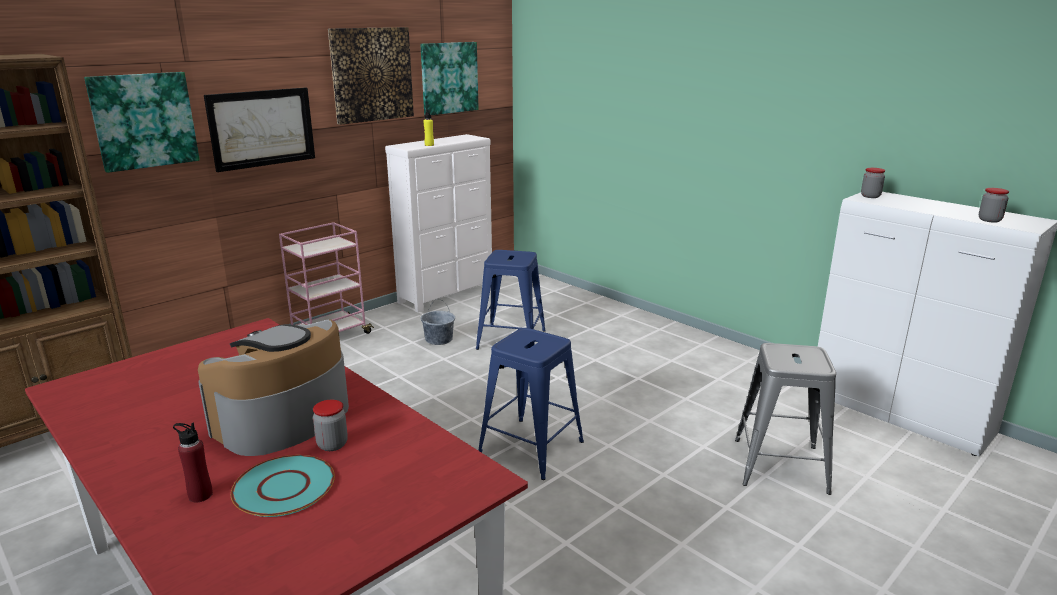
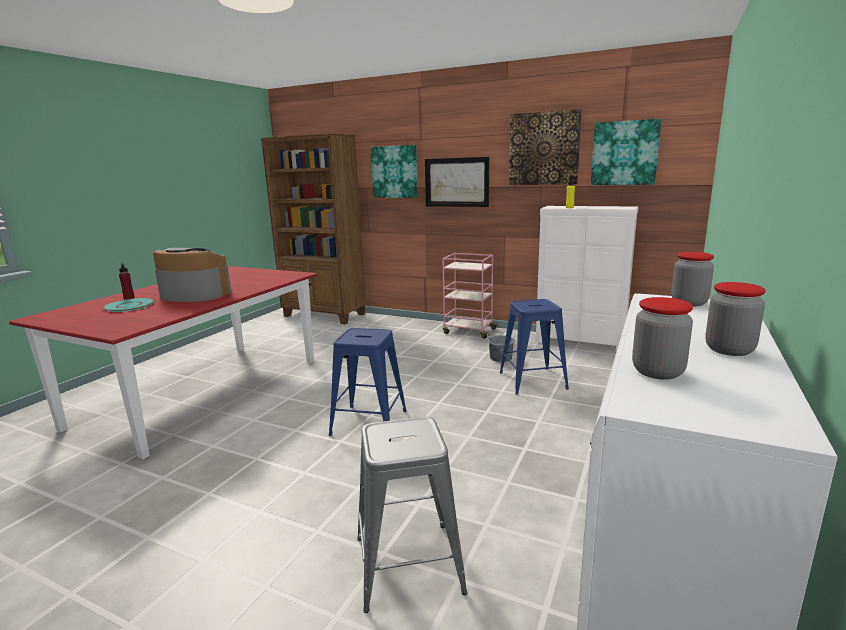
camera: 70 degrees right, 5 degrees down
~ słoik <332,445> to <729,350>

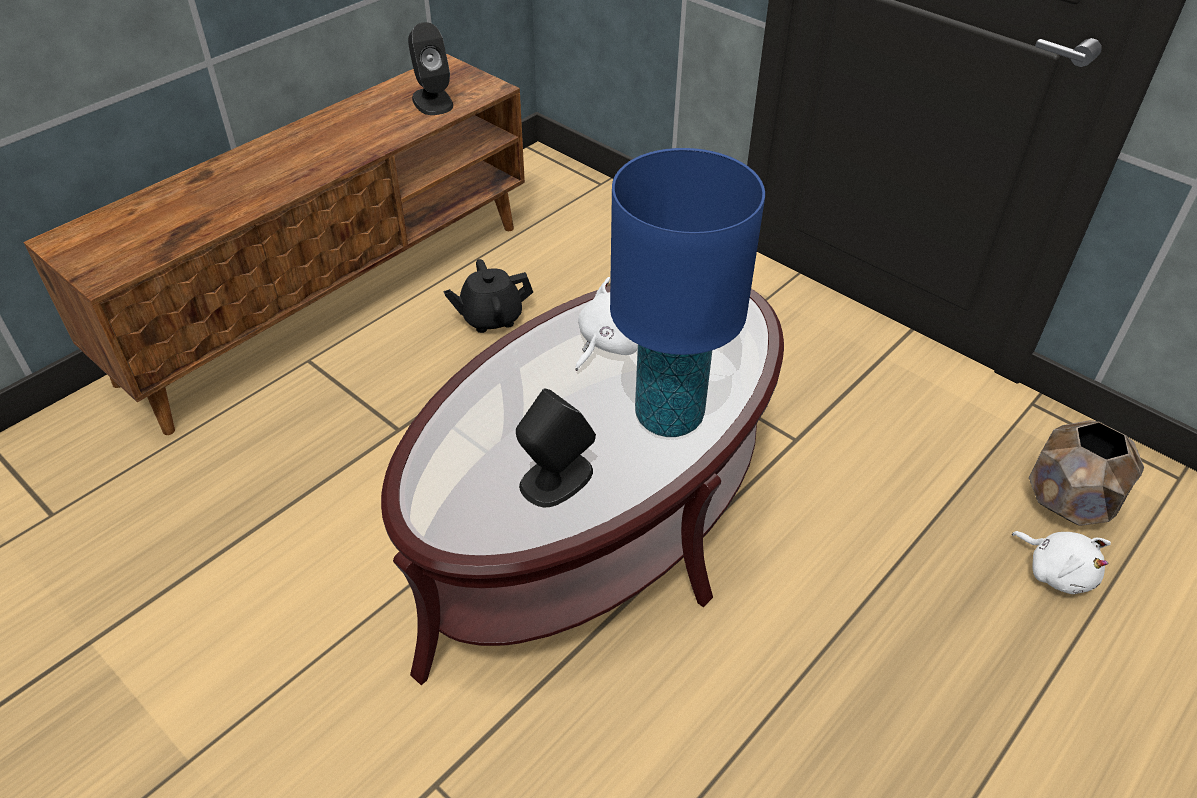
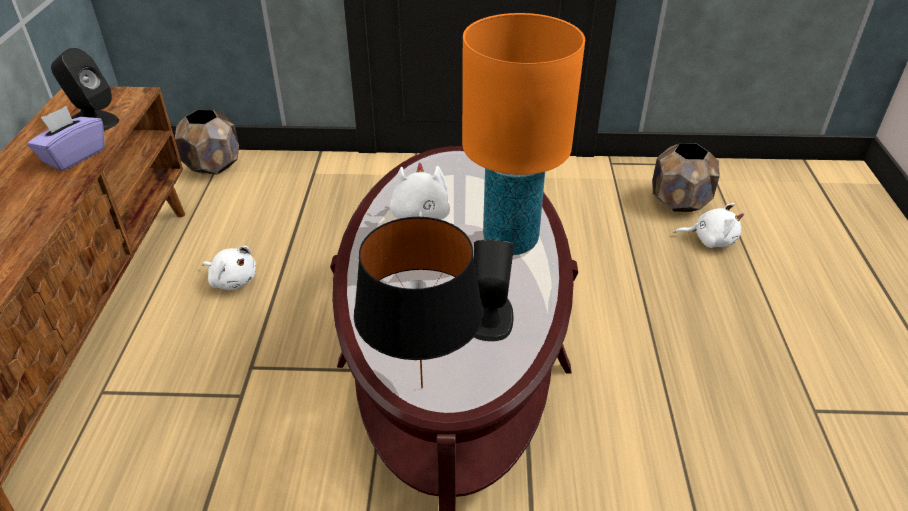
camera: 40 degrees left, 5 degrees down
+ pudełko chusteczek/fioletowy <74,156>
+ donica/brązowy <214,166>
+ lampa stołowa/czarny <420,388>
~ imbryk/czarny <491,318> to pluszak/biały <232,280>
~ lampa stołowa/niebieski <668,416> to lampa stołowa/pomarańczowy <510,241>

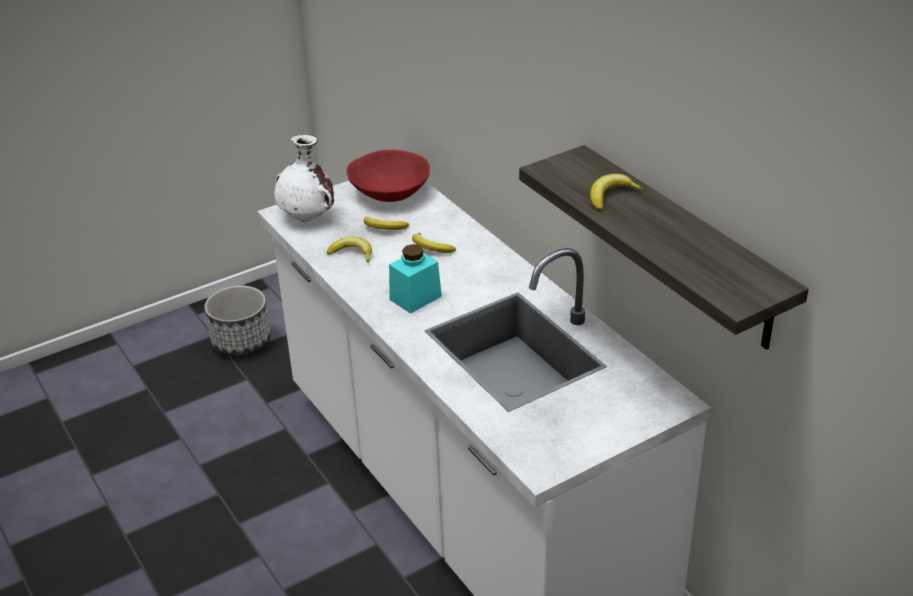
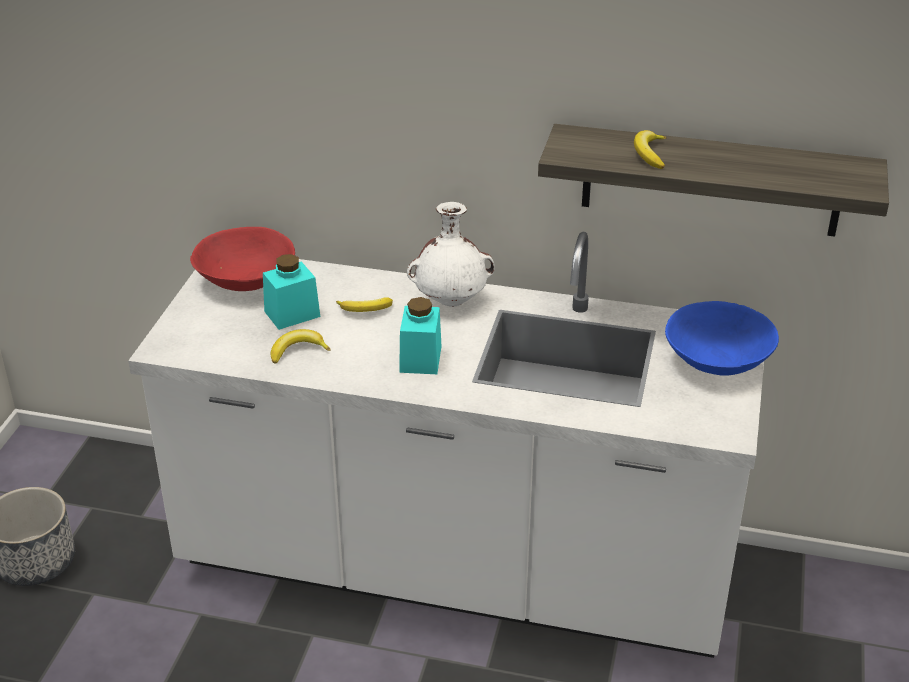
camera: 45 degrees left, 0 degrees up
+ miska/niebieski <717,361>
~ wazon/biały <308,218> to <452,301>
~ banan <384,228> to słoik/turkusowy <292,314>

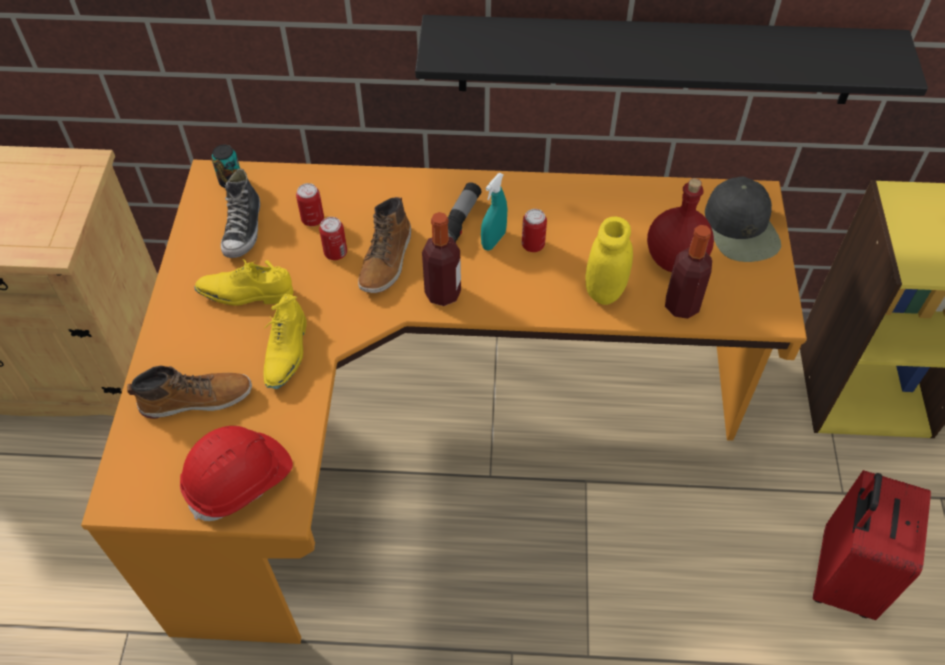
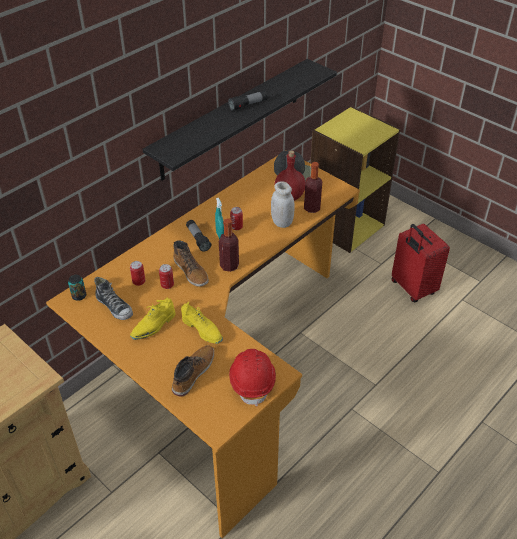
camera: 50 degrees left, 10 degrees down
+ latarka <248,105>
~ słoik/żółty <604,291> to słoik/biały <282,222>

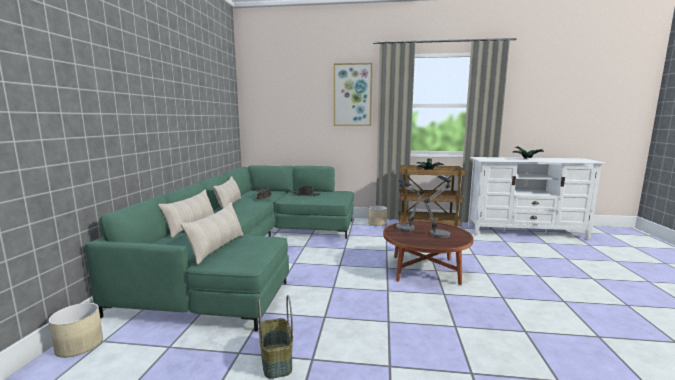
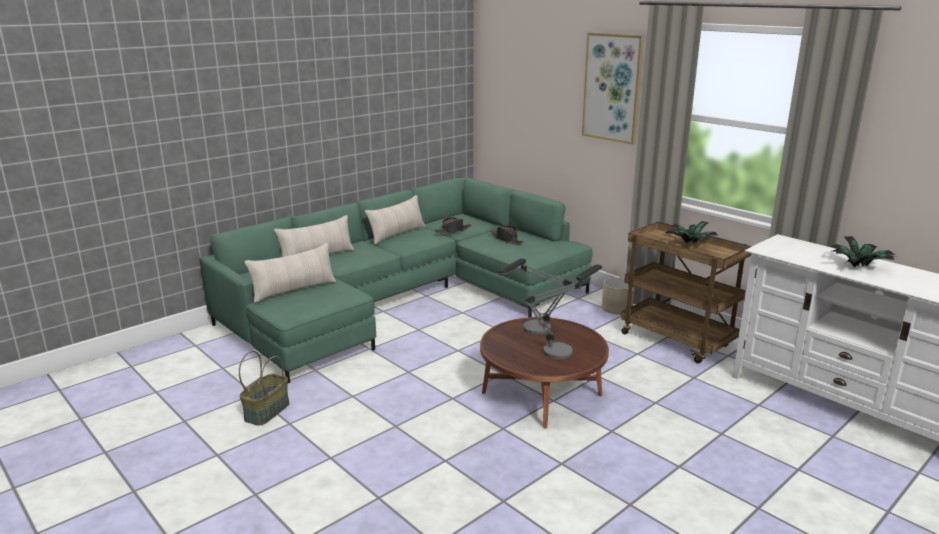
camera: 40 degrees right, 10 degrees up
- donica/beżowy <79,344>

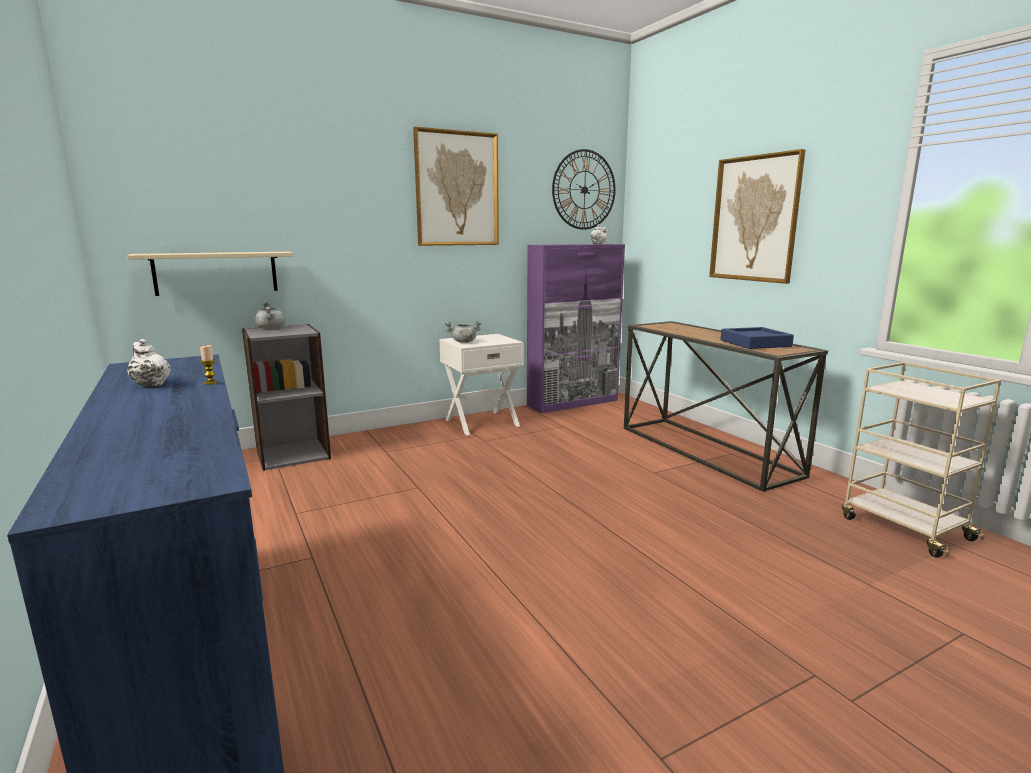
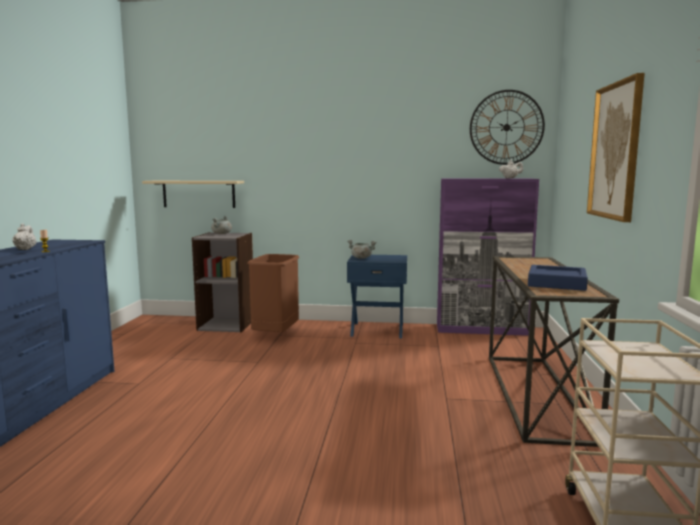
camera: 35 degrees right, 5 degrees down
- obraz <457,189>
+ kosz na śmieci/brązowy <275,335>
~ szafka nocna/biały <481,422> to szafka nocna/niebieski <377,330>

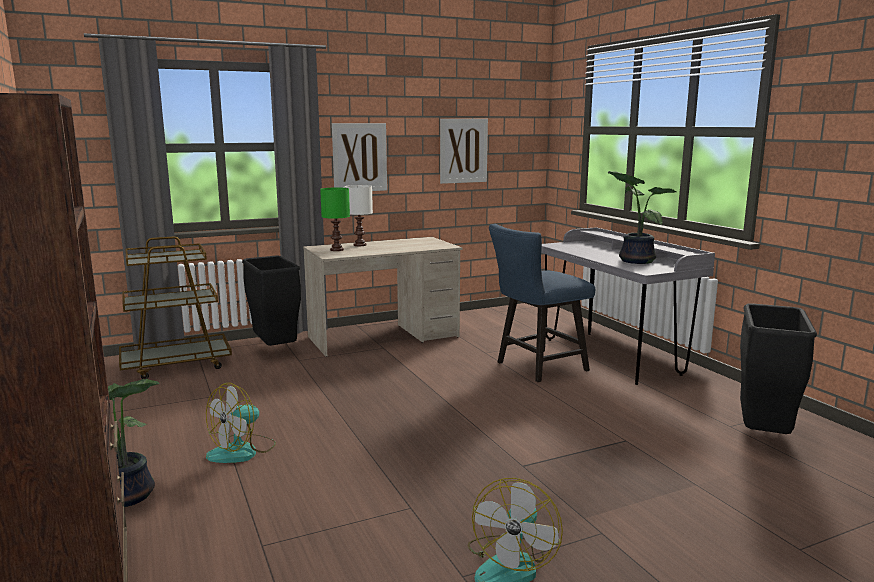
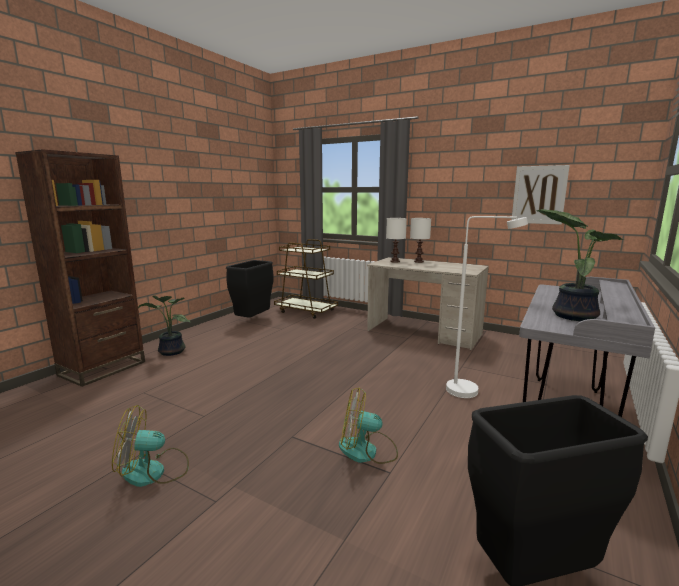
camera: 55 degrees right, 0 degrees up
- obraz <359,157>
~ wentylator <242,451> to <367,451>
~ kosz na śmieci/czarny <274,350> to <252,321>
~ krzesło/niebieski <536,367> to lampa stojąca/biały <471,391>
~ lampa stołowa/zielony <337,250> to lampa stołowa/biały <394,261>

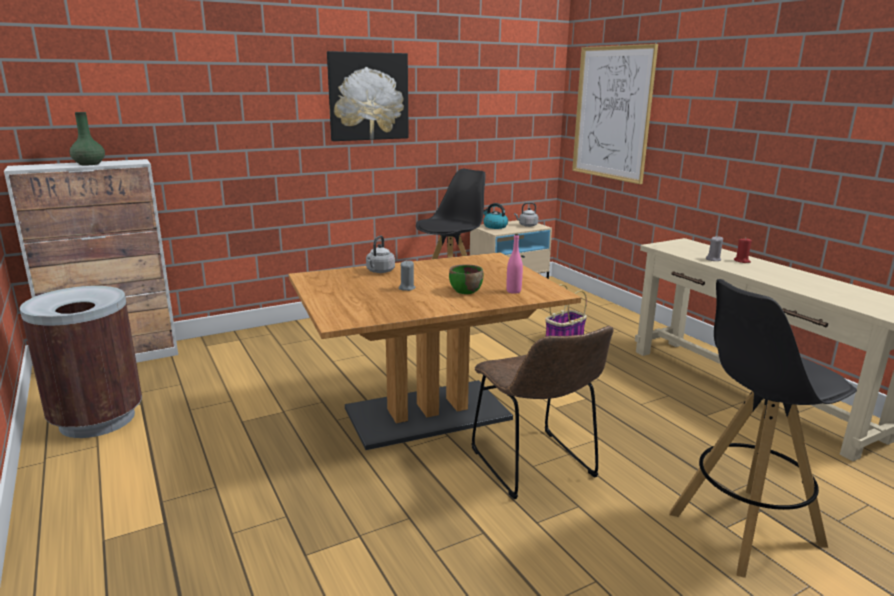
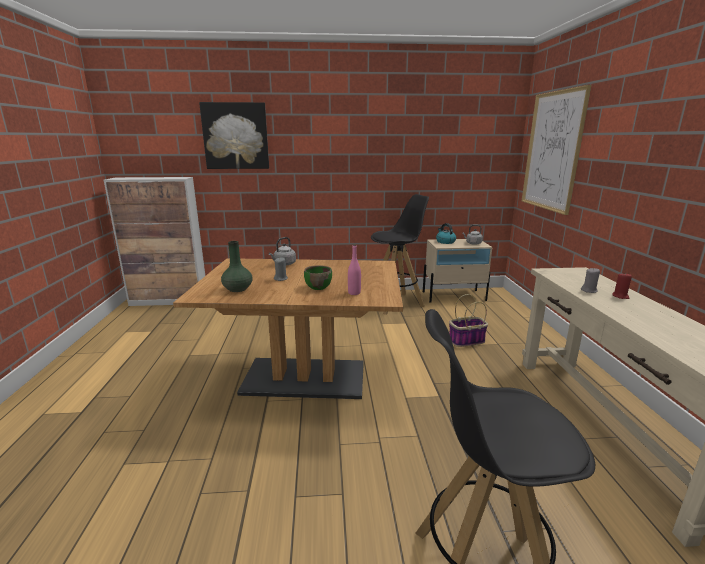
camera: 25 degrees right, 0 degrees up
- kosz na śmieci/brązowy <97,419>
- krzesło/brązowy <535,467>
~ wazon/zielony <89,164> to <237,289>
~ obraz <368,96> to <235,136>

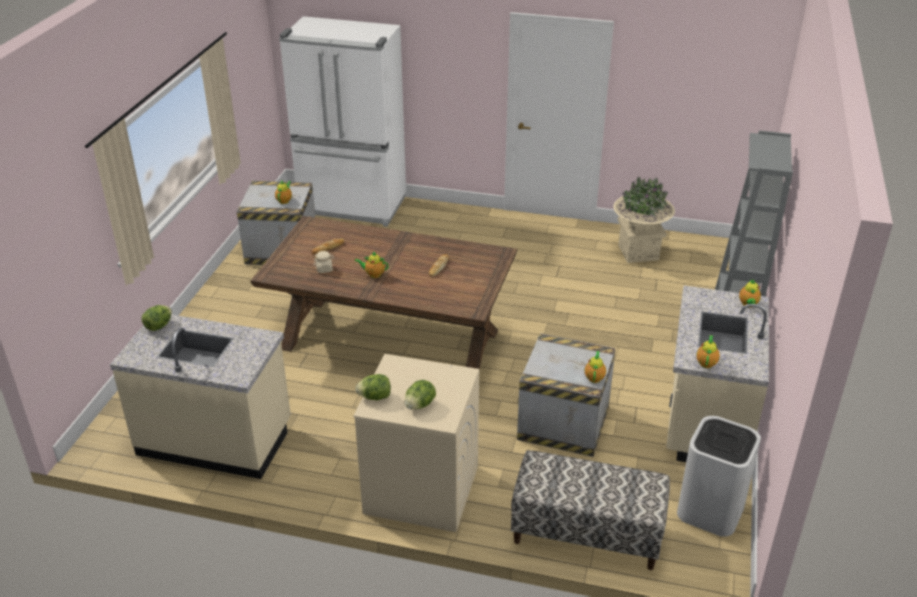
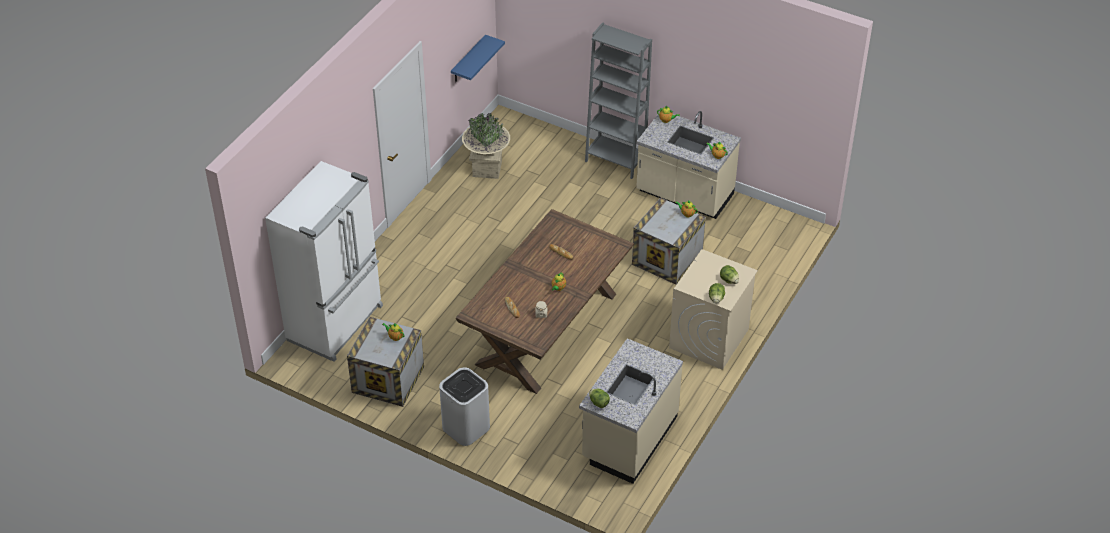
camera: 75 degrees left, 10 degrees up
- ławka <586,534>
+ półka/niebieski <468,60>
~ kosz na śmieci/biały <710,510> to <465,427>

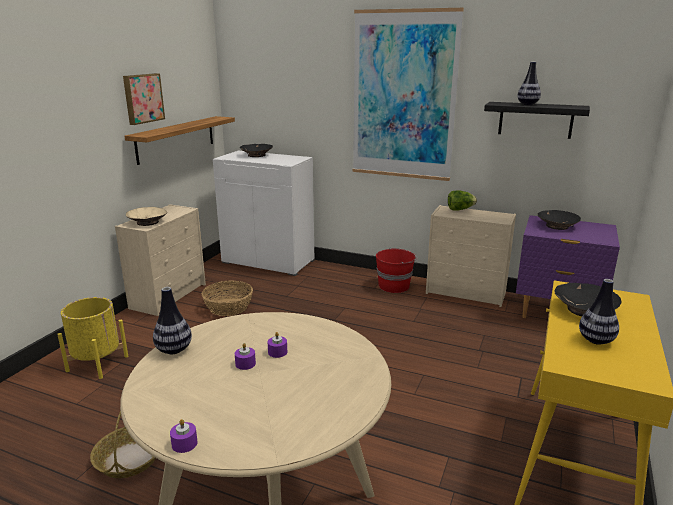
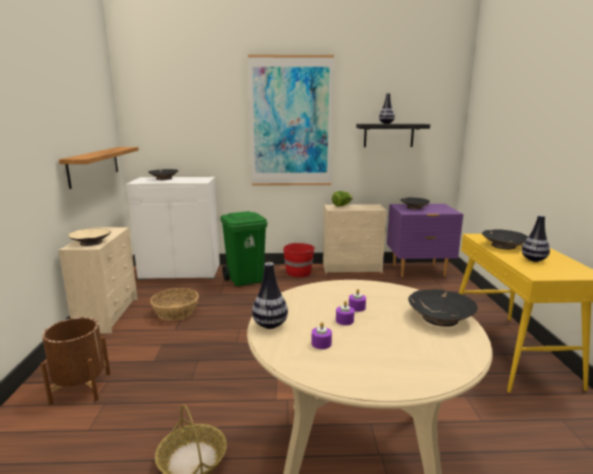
camera: 25 degrees left, 5 degrees down
- obraz <142,98>
+ kosz na śmieci/zielony <246,280>
+ miska/czarny <439,318>
~ świeca/fioletowy <184,443> to <321,343>
~ donica/żółty <97,363> to donica/brązowy <81,388>

